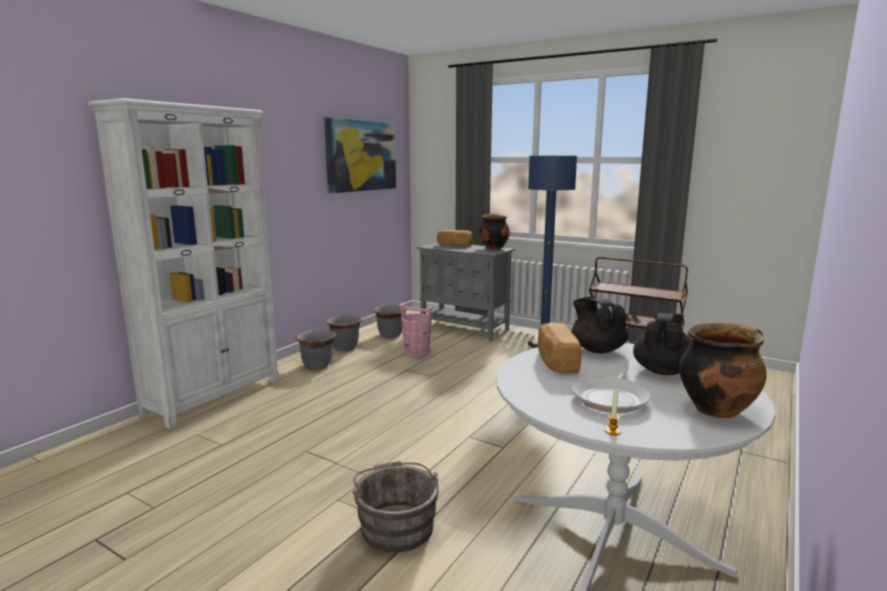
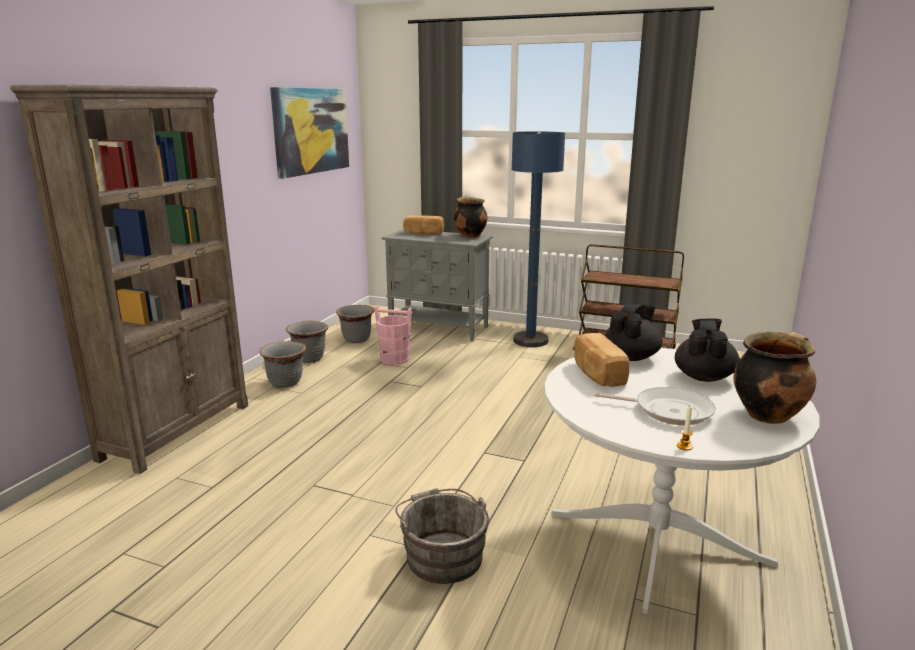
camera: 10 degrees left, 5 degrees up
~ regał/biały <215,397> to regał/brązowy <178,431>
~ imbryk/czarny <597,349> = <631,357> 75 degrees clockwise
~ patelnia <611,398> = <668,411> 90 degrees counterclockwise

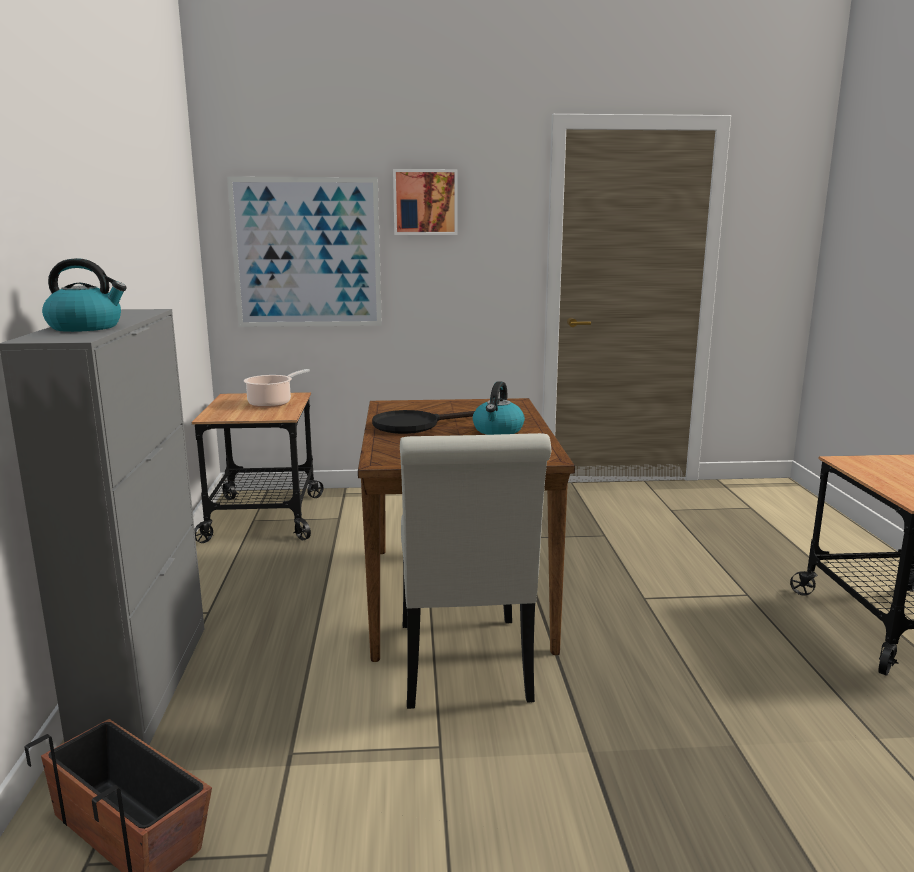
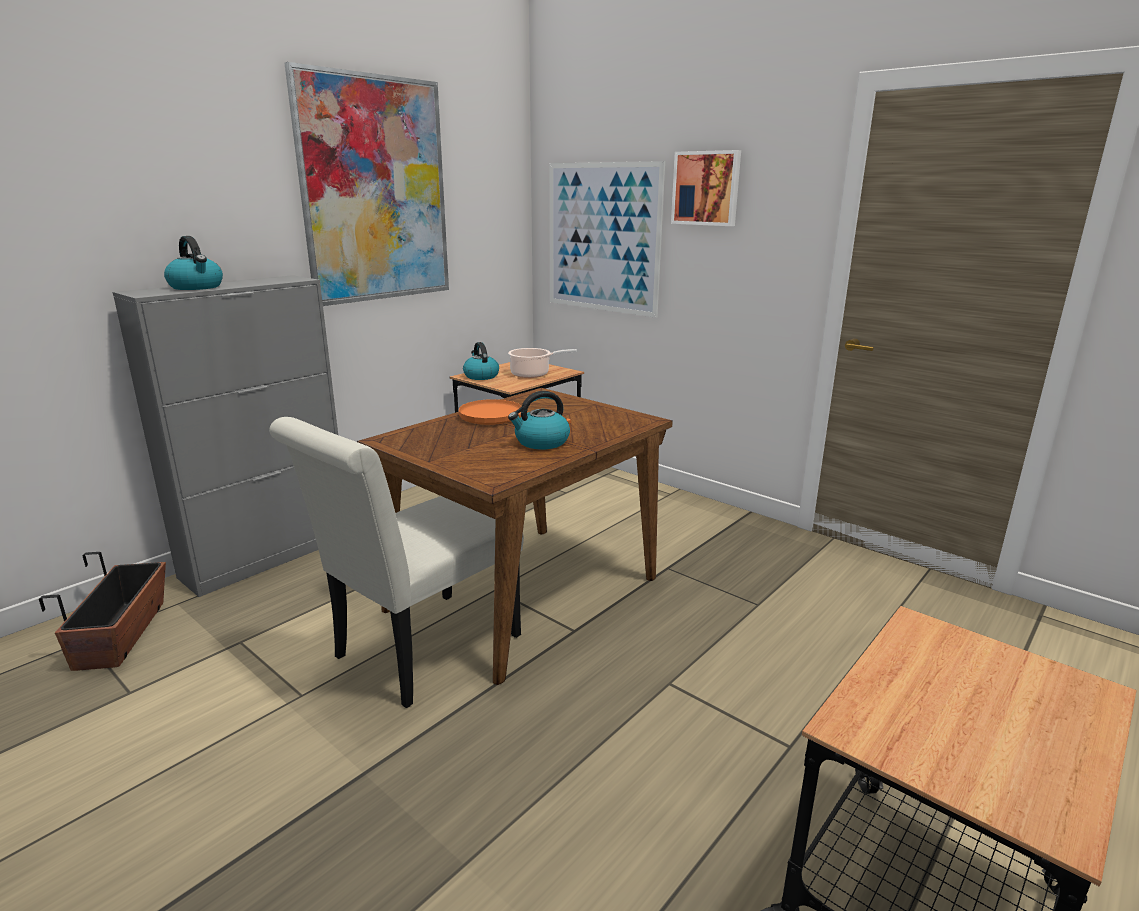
camera: 45 degrees right, 5 degrees up
+ obraz <375,191>
+ czajnik <480,376>
~ patelnia/czarny <414,425> to patelnia/pomarańczowy <500,417>

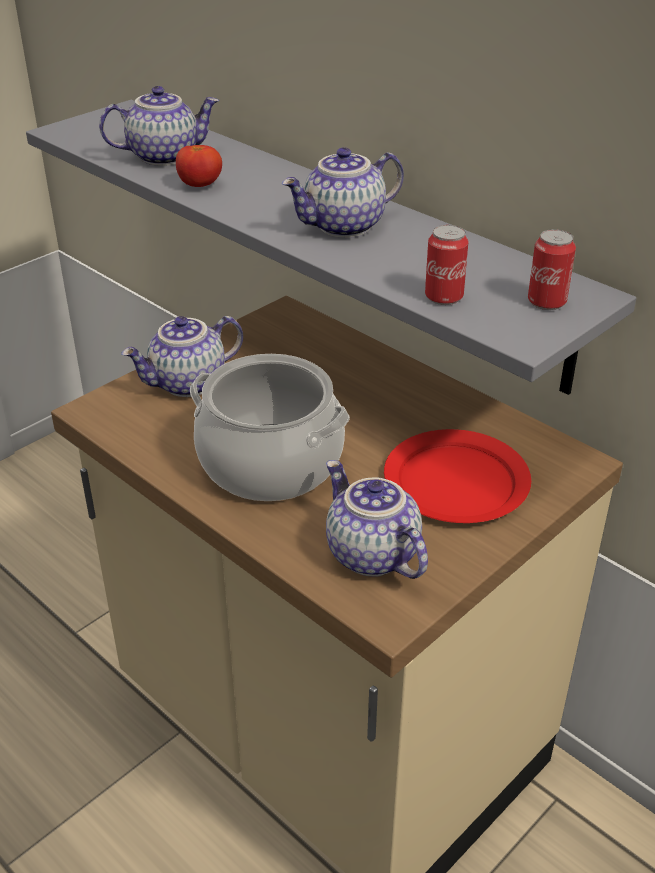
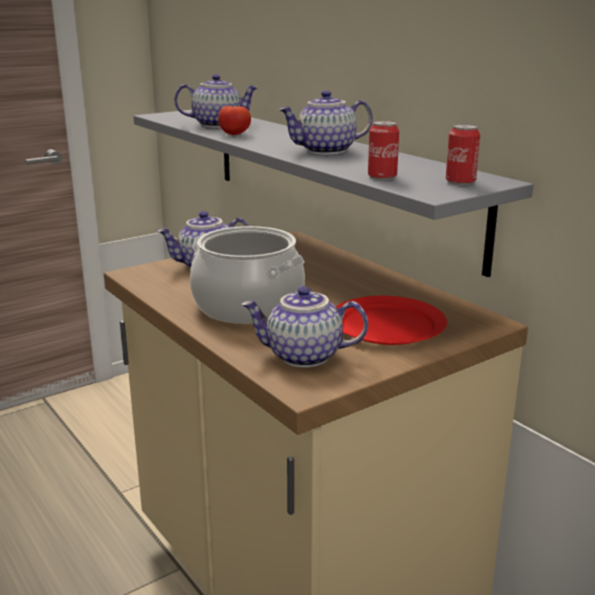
camera: 10 degrees right, 15 degrees down
~ imbryk <370,555> = <303,357> 60 degrees counterclockwise

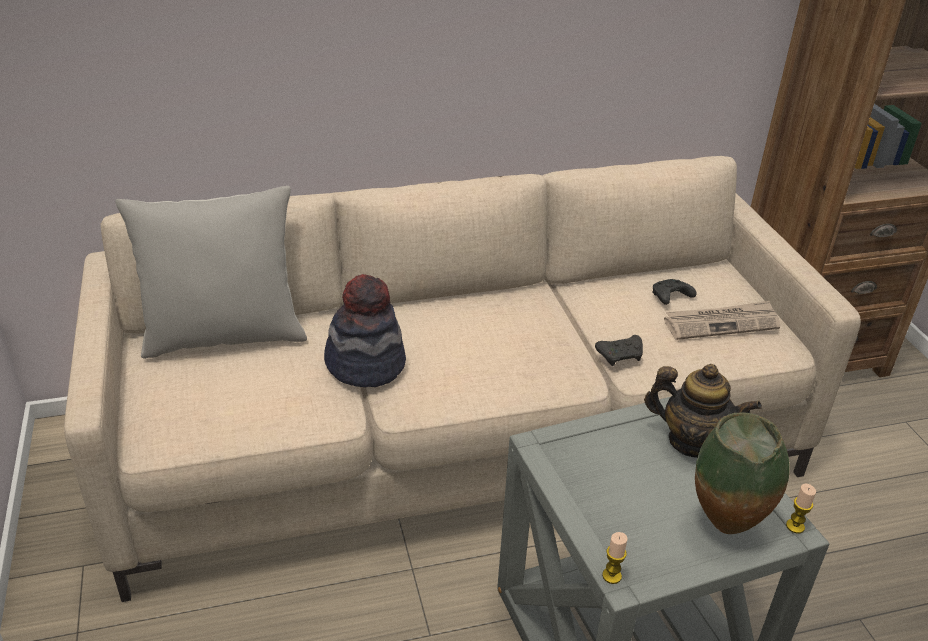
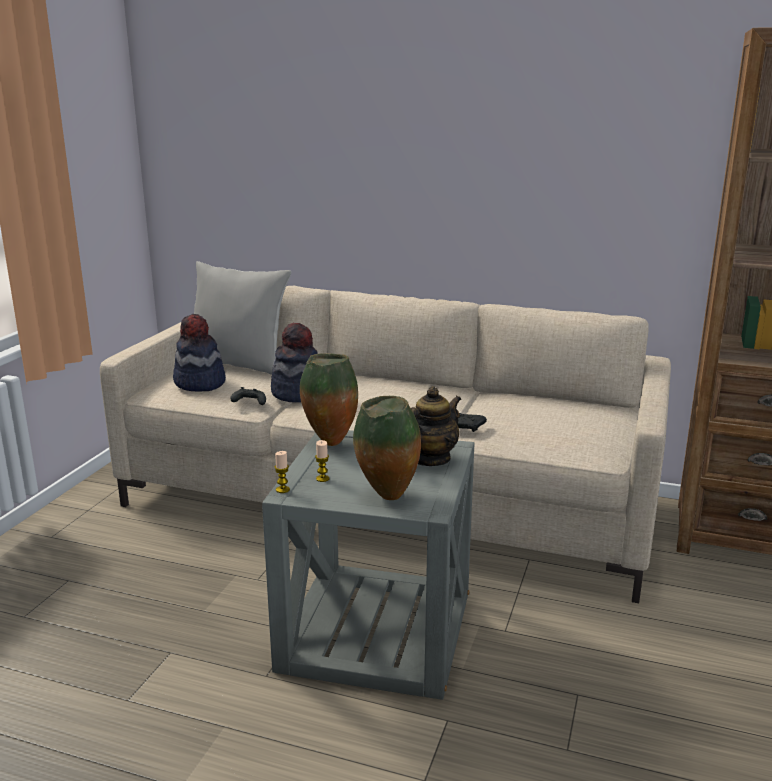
camera: 35 degrees right, 15 degrees down
- gazeta <721,323>
+ kapelusz <199,383>
+ wazon <329,442>
~ pad do gier/czarny <670,298> to <249,402>
~ świeca <795,526> to <322,478>
~ imbryk <692,442> = <430,459> 105 degrees counterclockwise

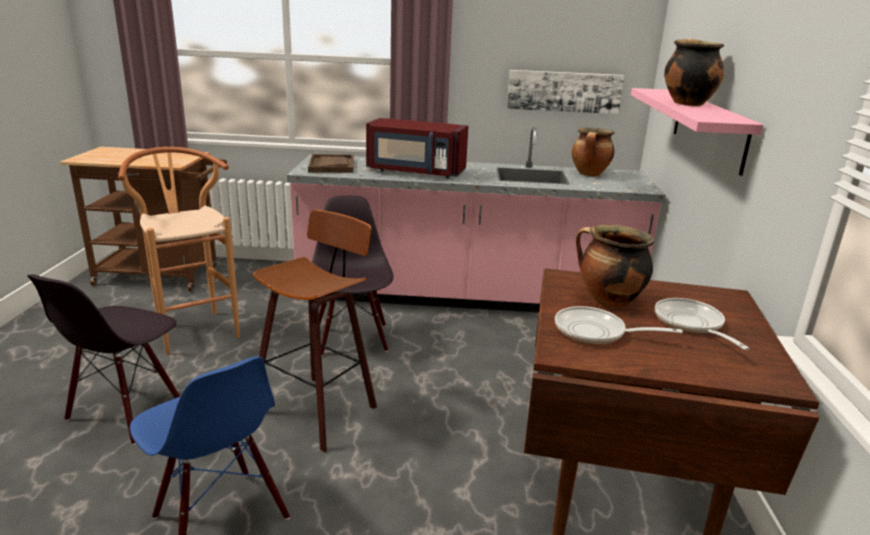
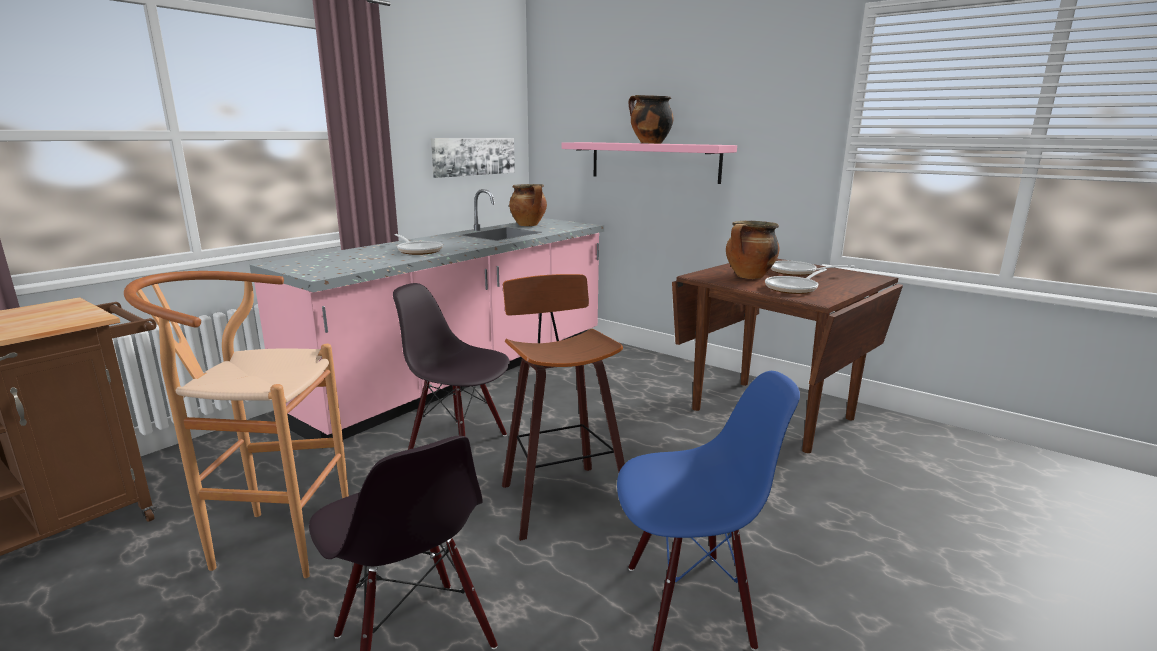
camera: 55 degrees left, 5 degrees down
- taca/brązowy <331,165>
~ mikrofalówka/czerwony <415,172> to patelnia <418,251>

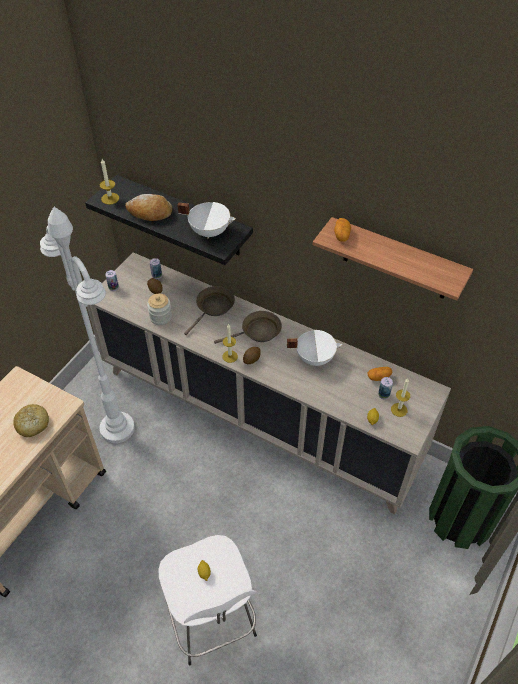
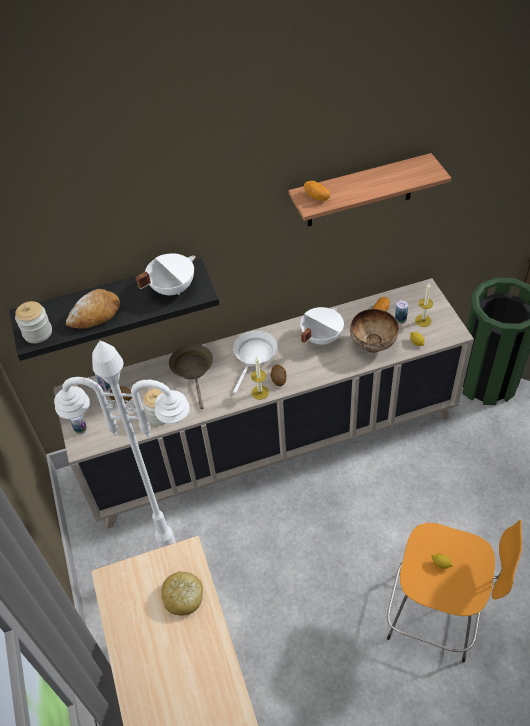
camera: 45 degrees left, 0 degrees up
+ miska <372,345>
~ świeca <110,198> to słoik <37,333>
~ stołek/biały <211,620> to stołek/pomarańczowy <436,615>
~ patelnia/brązowy <258,332> to patelnia/biały <254,356>

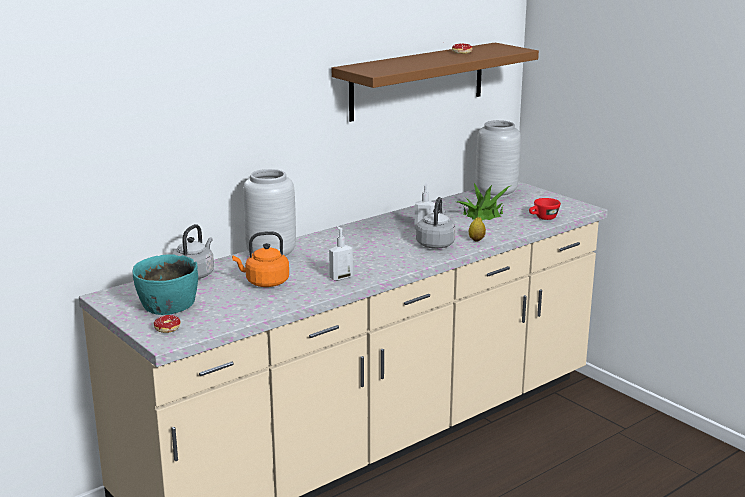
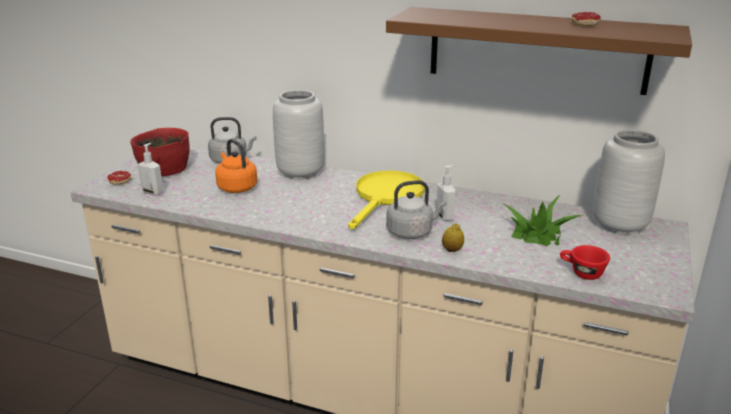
camera: 60 degrees right, 5 degrees up
+ patelnia/żółty <386,197>
~ dozownik mydła <340,277> to <153,192>
~ miska/turkusowy <167,305> to miska/czerwony <163,169>

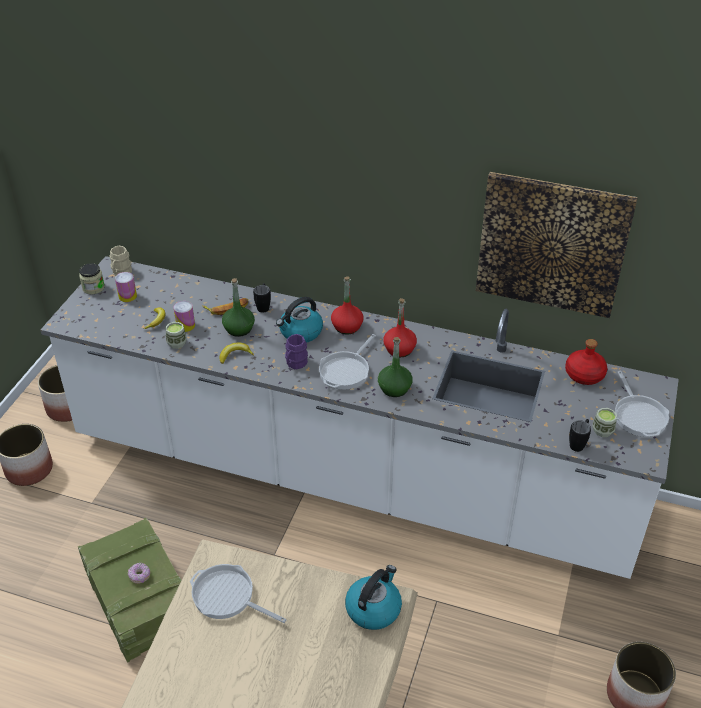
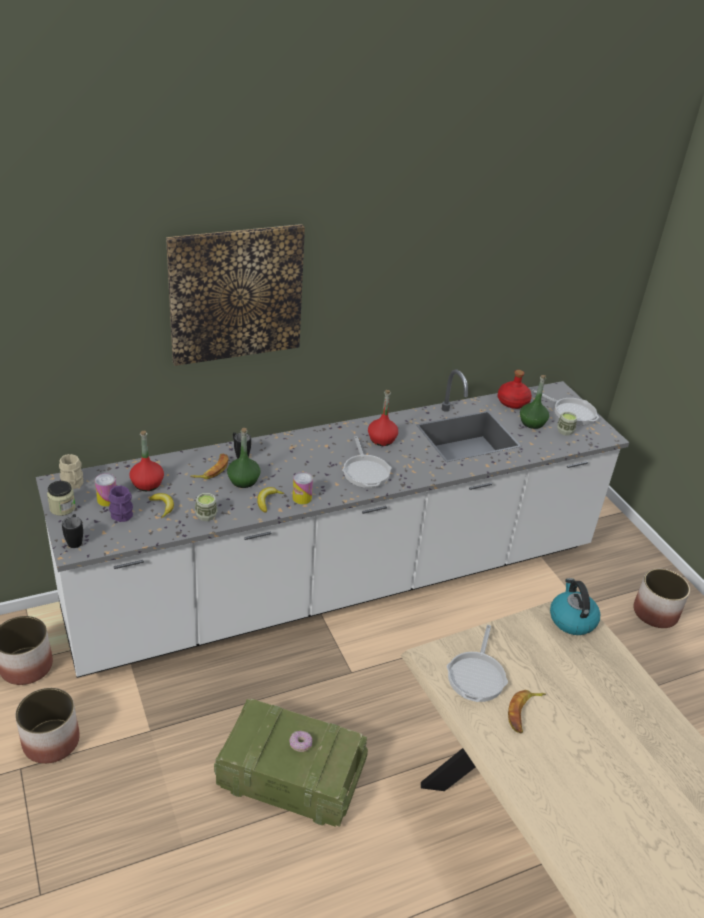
camera: 45 degrees left, 5 degrees down
- czajnik <300,332>
+ banan <524,713>
~ puszka <185,325> to <302,498>
~ kubek/fioletowy <295,364> to <122,517>
~ butelka/czerwony <347,327> to <147,484>
~ butelka/zielony <394,388> to <532,422>
~ obraz <552,244> to <236,294>
~ kubek/czarny <578,443> to <75,540>
~ patelnia <227,597> = <477,676> 60 degrees counterclockwise

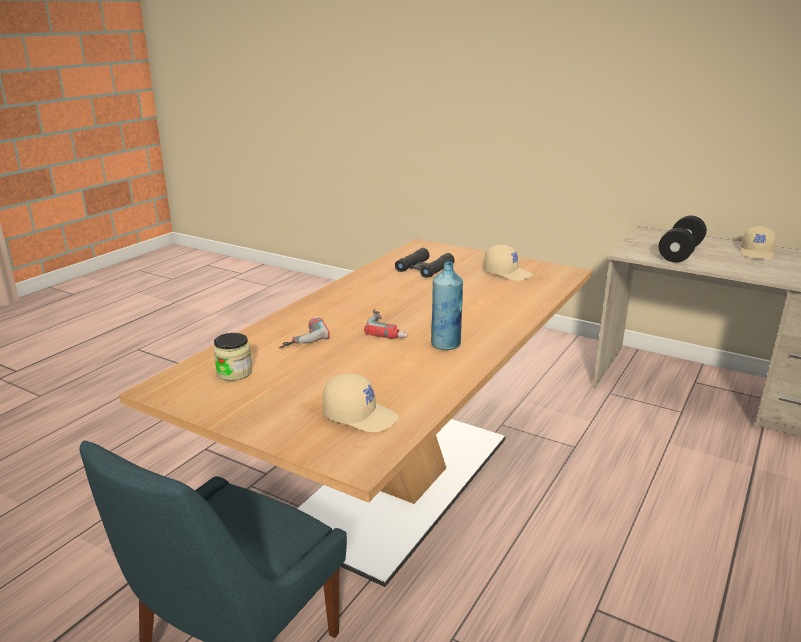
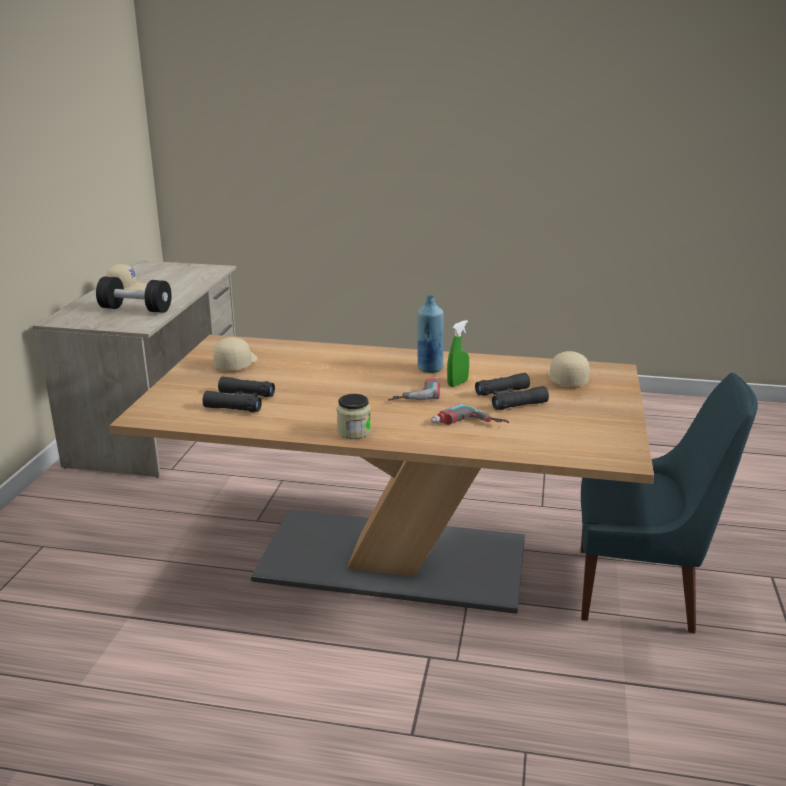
camera: 110 degrees left, 0 degrees up
+ spryskiwacz/zielony <457,383>
+ lornetka/czarny <510,398>
~ słoik <234,372> to <354,432>

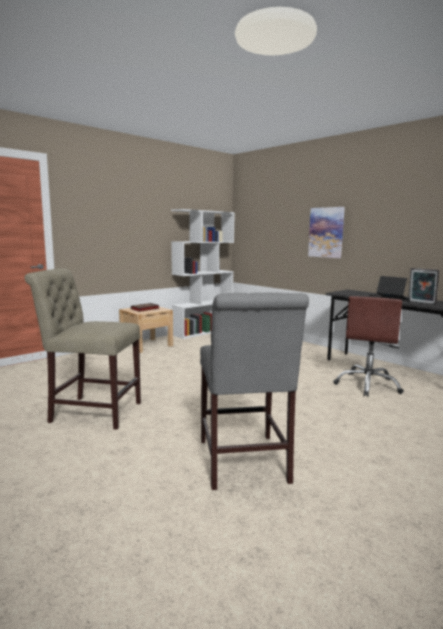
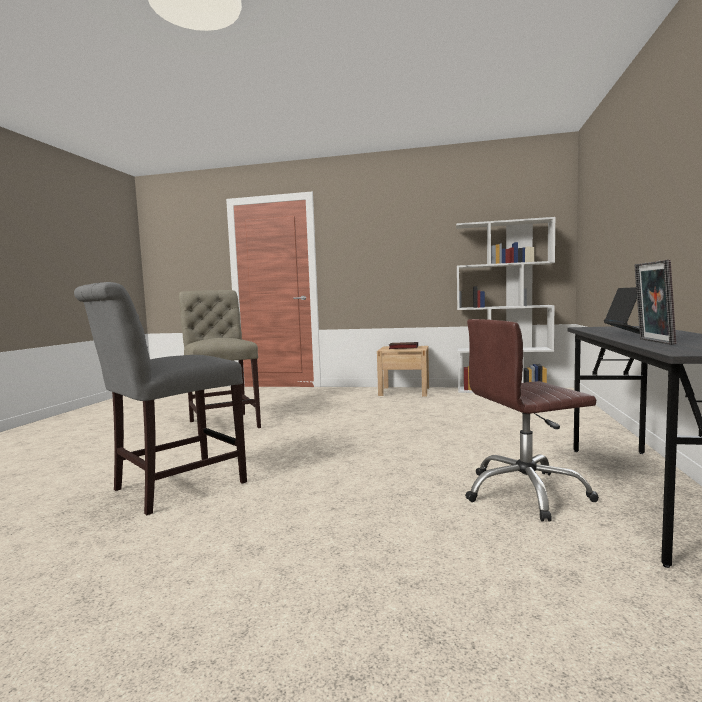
camera: 55 degrees right, 5 degrees down
- obraz <326,232>

